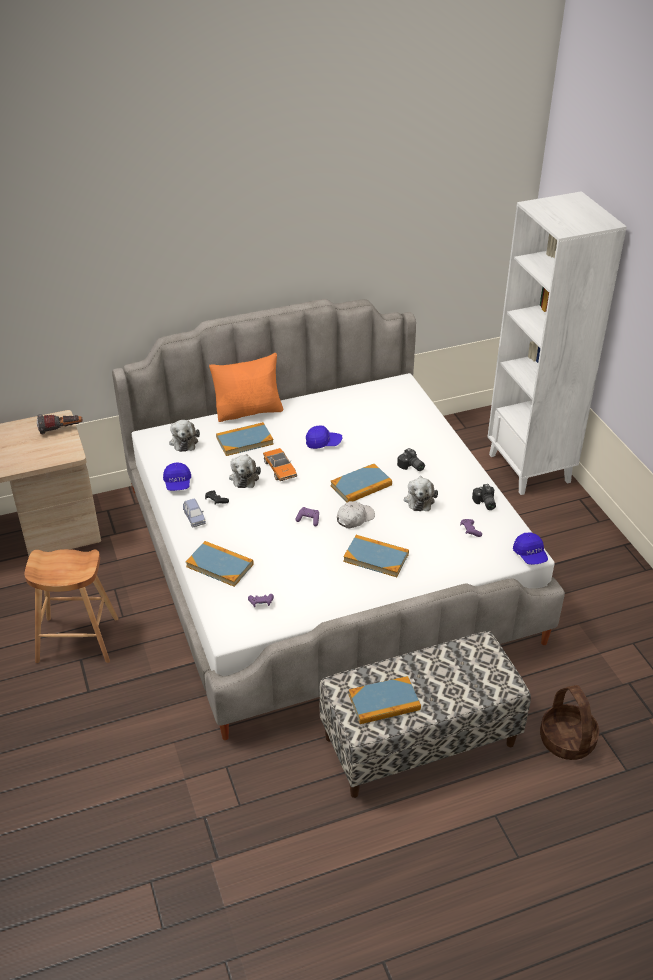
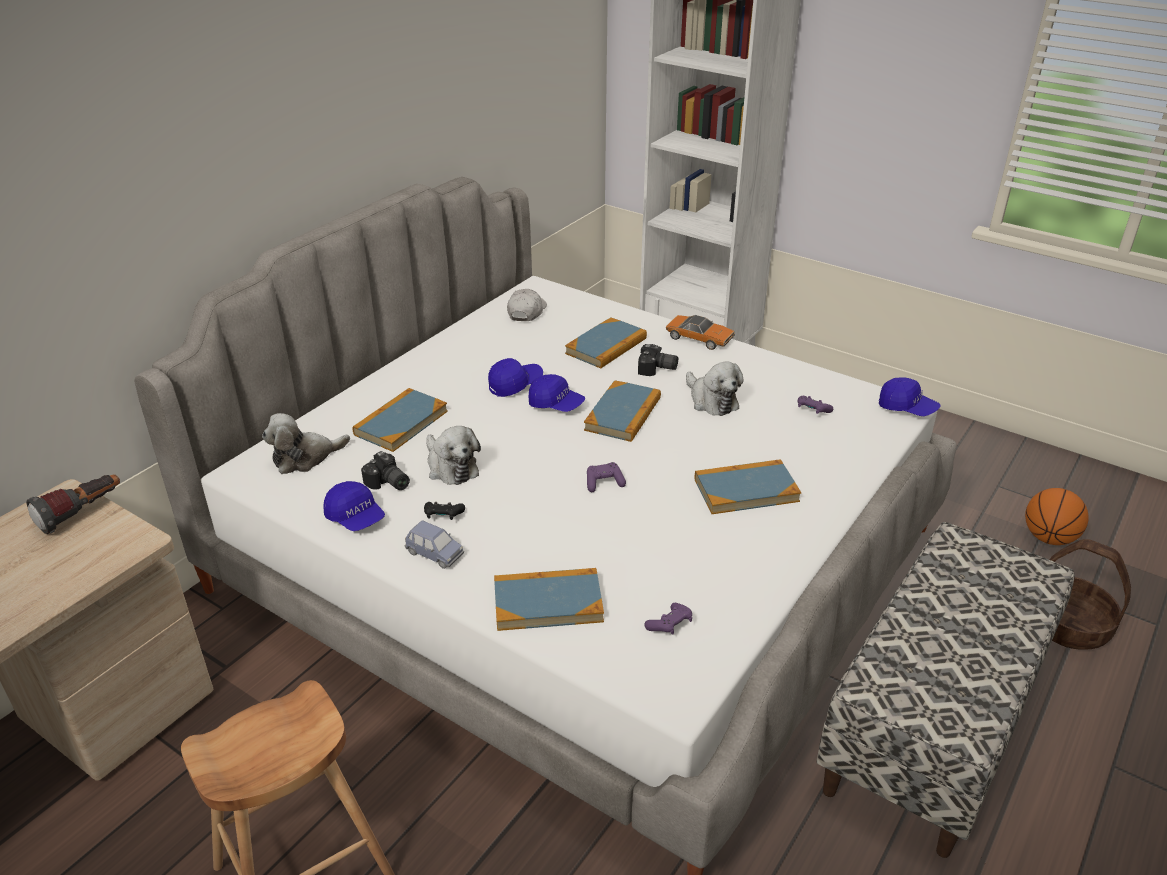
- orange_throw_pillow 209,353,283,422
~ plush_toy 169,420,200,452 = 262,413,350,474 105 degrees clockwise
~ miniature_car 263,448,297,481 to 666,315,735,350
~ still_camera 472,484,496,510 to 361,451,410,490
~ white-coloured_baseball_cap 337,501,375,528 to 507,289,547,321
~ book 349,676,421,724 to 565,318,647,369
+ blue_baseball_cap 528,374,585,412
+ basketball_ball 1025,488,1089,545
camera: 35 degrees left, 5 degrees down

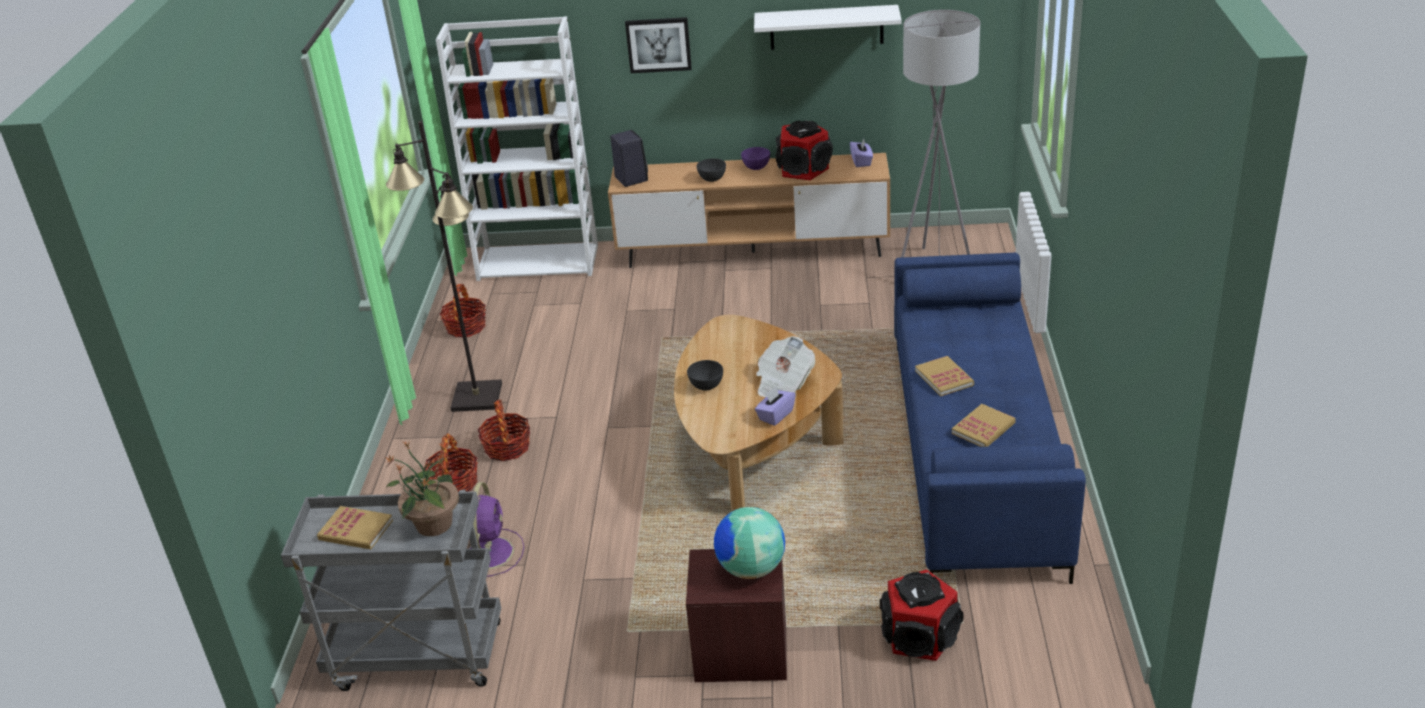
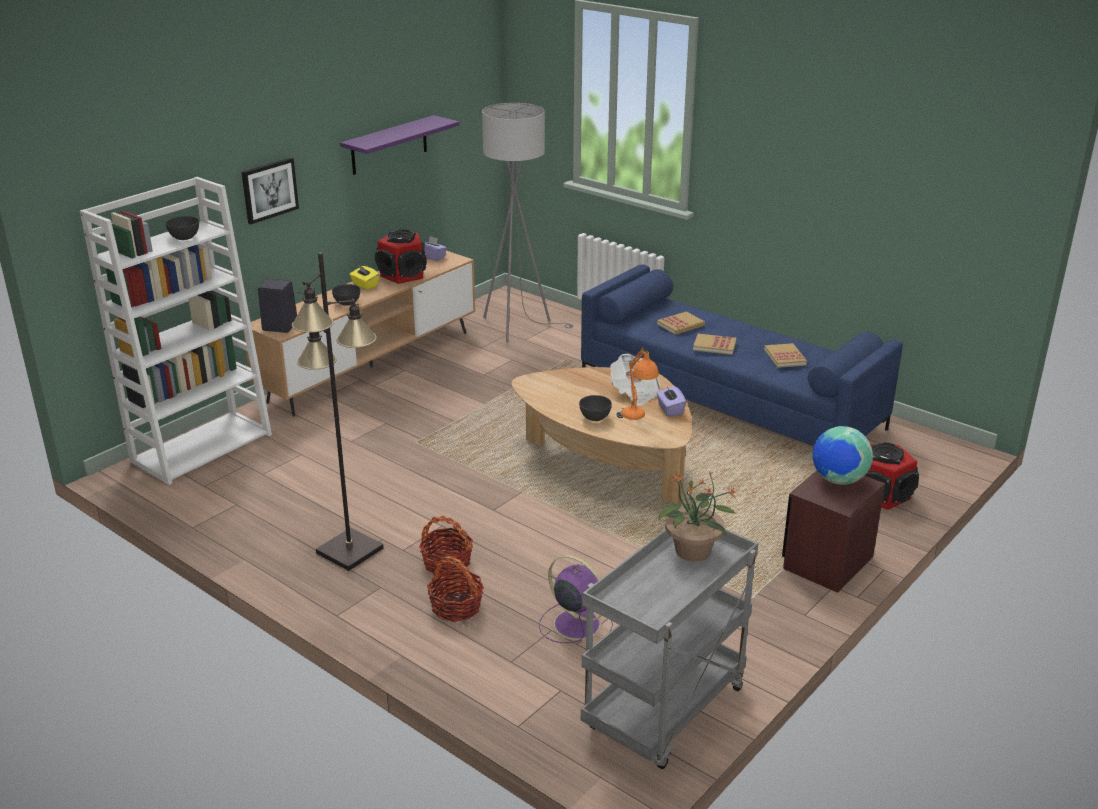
~ white-coloured_bracket_shelf 754,5,902,50 to purple-coloured_bracket_shelf 340,115,460,175
~ purple-coloured_bowl 741,147,770,170 to yellow_box_of_tissues 350,265,379,290
- storage_basket 439,284,486,337
~ book 317,506,393,549 to 657,312,705,335
+ gray_bowl 165,216,199,240
+ orange_tabletop_lamp 616,347,659,420
camera: 55 degrees left, 5 degrees down

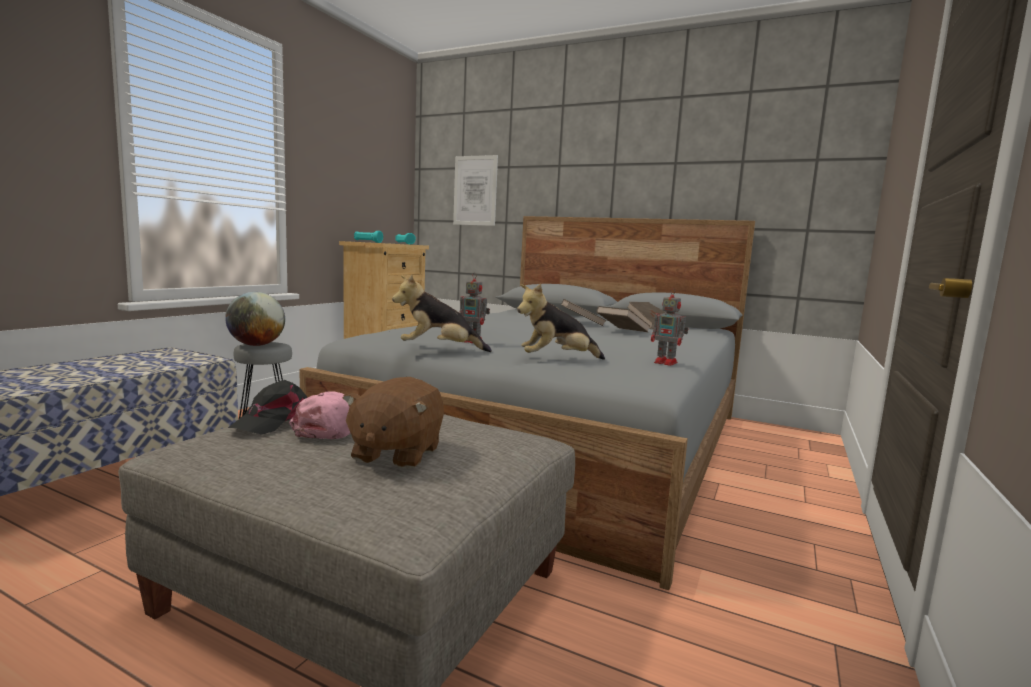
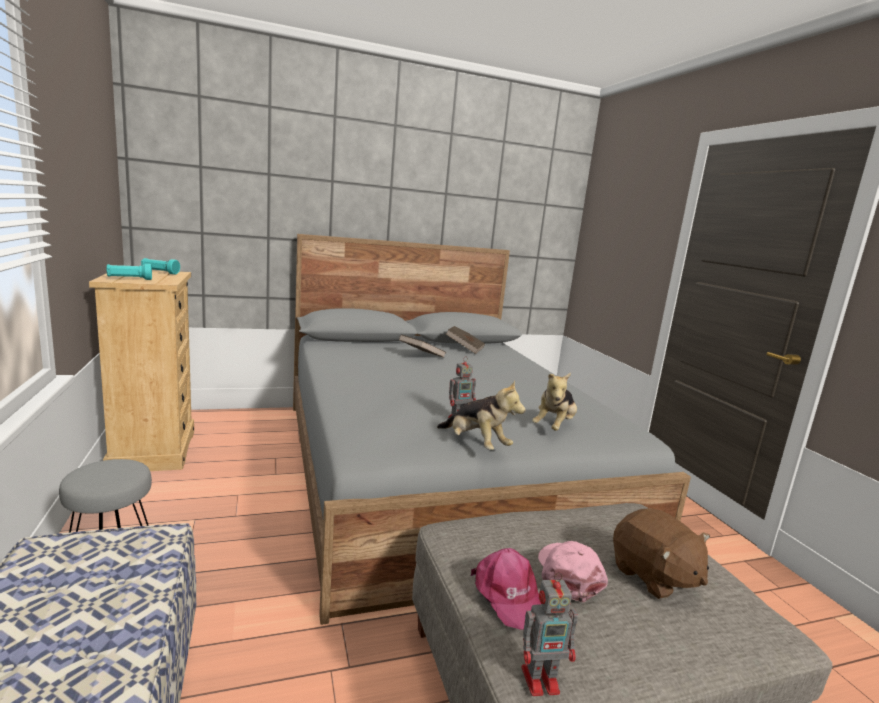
- wall_picture 453,155,498,226
~ plush_toy 392,275,492,352 = 437,380,526,450 90 degrees counterclockwise
~ toy_robot 651,288,688,366 to 521,572,578,696
- globe 225,292,285,346
- brown_book 597,306,650,332
~ black-coloured_baseball_cap 228,380,308,435 to pinkish_baseball_cap 471,548,541,630
camera: 45 degrees left, 5 degrees up

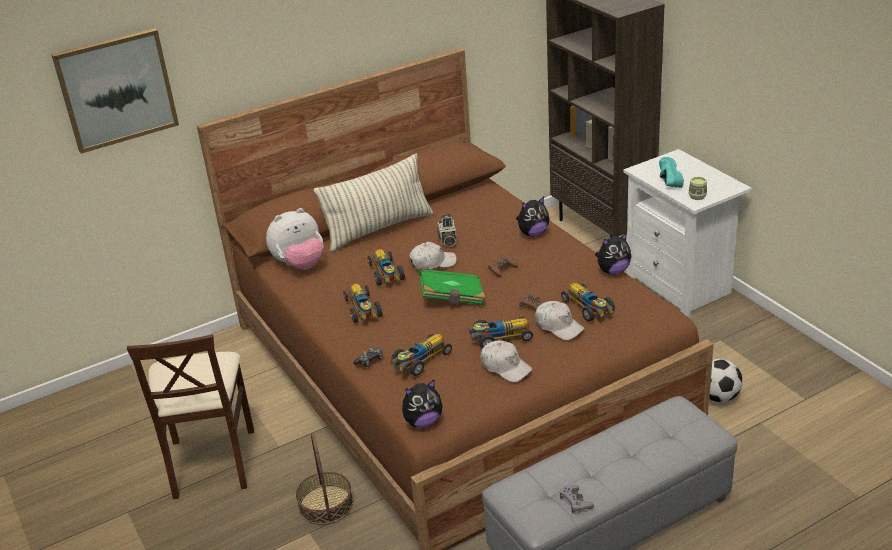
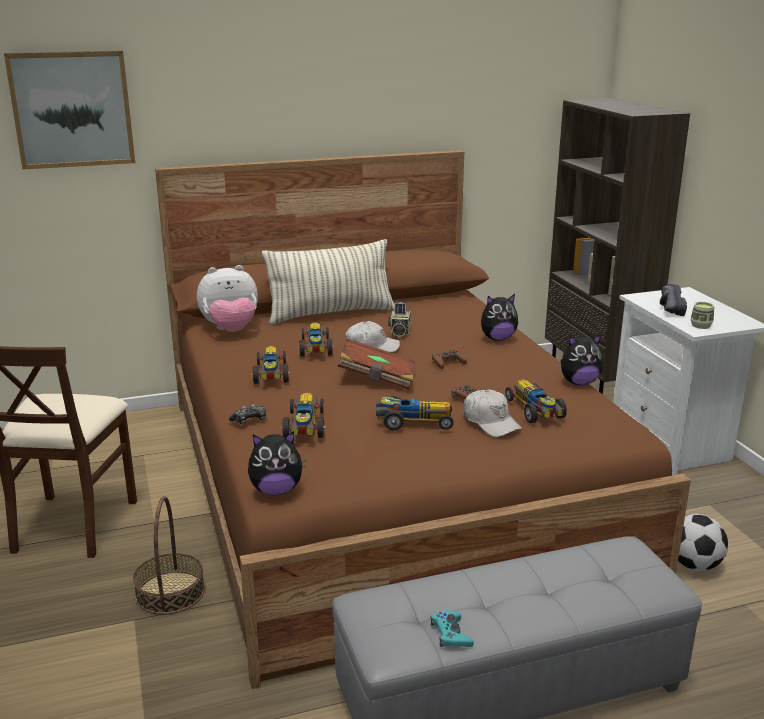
~ turquoise-coloured_low_shoe 659,157,684,188 to black-coloured_low_shoe 660,284,687,316
~ green_book 418,268,485,305 to brown_book 338,339,415,390
~ miniature_car 391,334,452,376 = 281,393,326,438 60 degrees counterclockwise
- white-coloured_baseball_cap 480,340,533,382
~ gray_game_controller 559,485,594,513 to turquoise-coloured_game_controller 431,610,474,647
camera: 10 degrees right, 10 degrees down

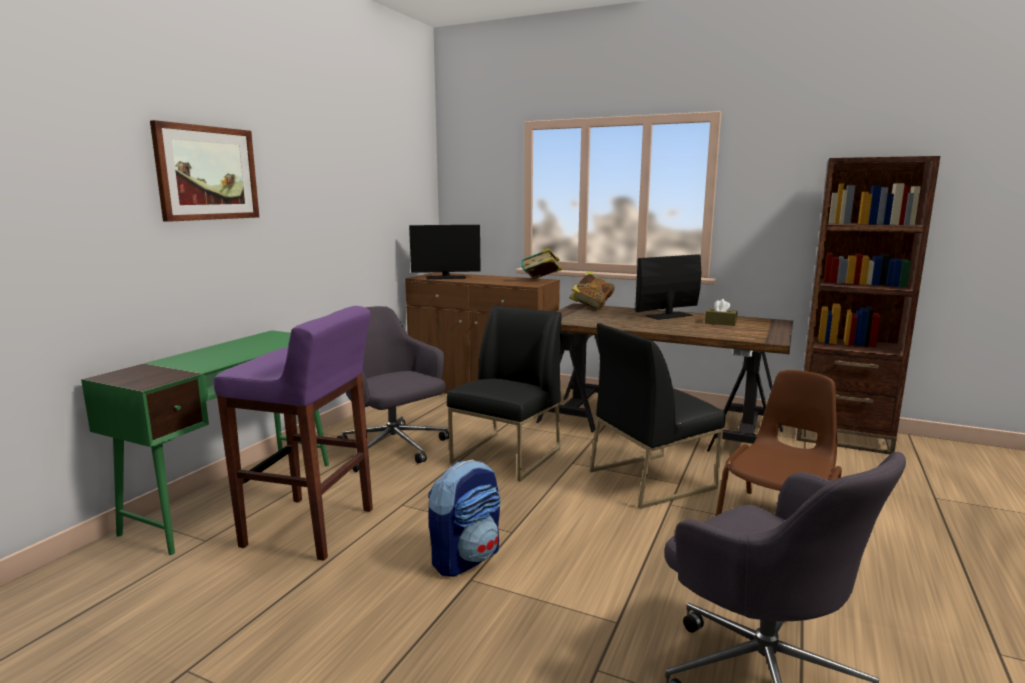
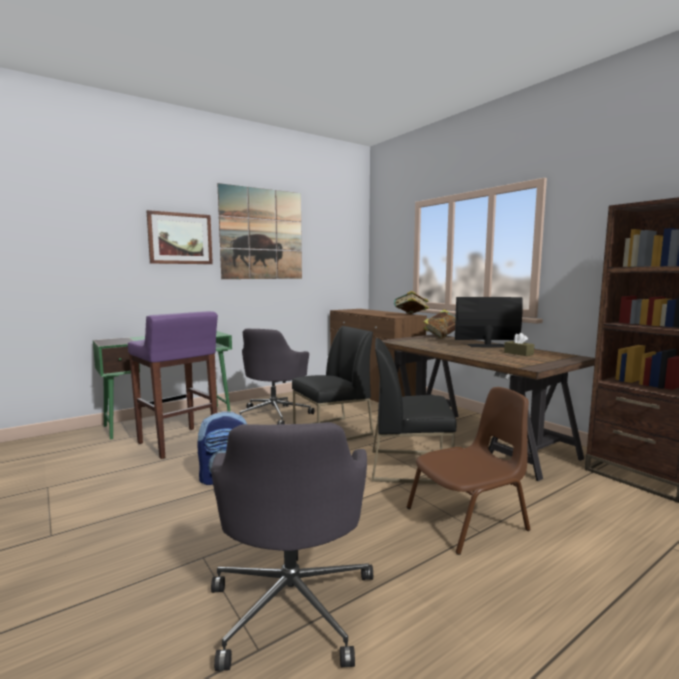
- monitor 409,225,481,279
~ gray_computer_chair 337,306,449,472 = 240,329,314,424 150 degrees counterclockwise
+ wall_picture 217,183,302,279
camera: 30 degrees right, 5 degrees down

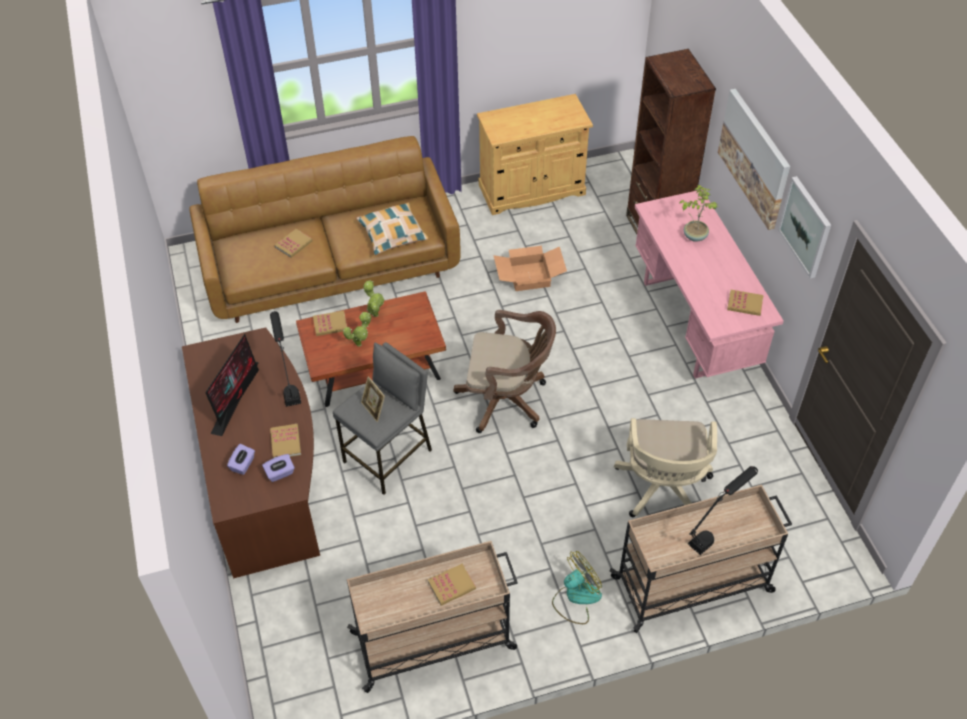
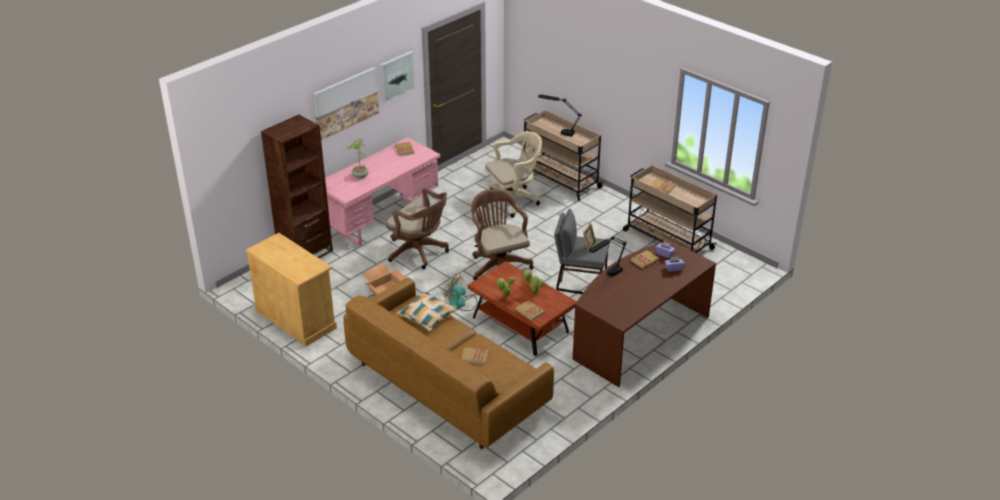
- monitor 205,334,259,436
~ cooling_fan 552,551,602,624 to 443,273,477,311
+ brown_computer_chair 386,188,449,269
camera: 120 degrees left, 15 degrees down

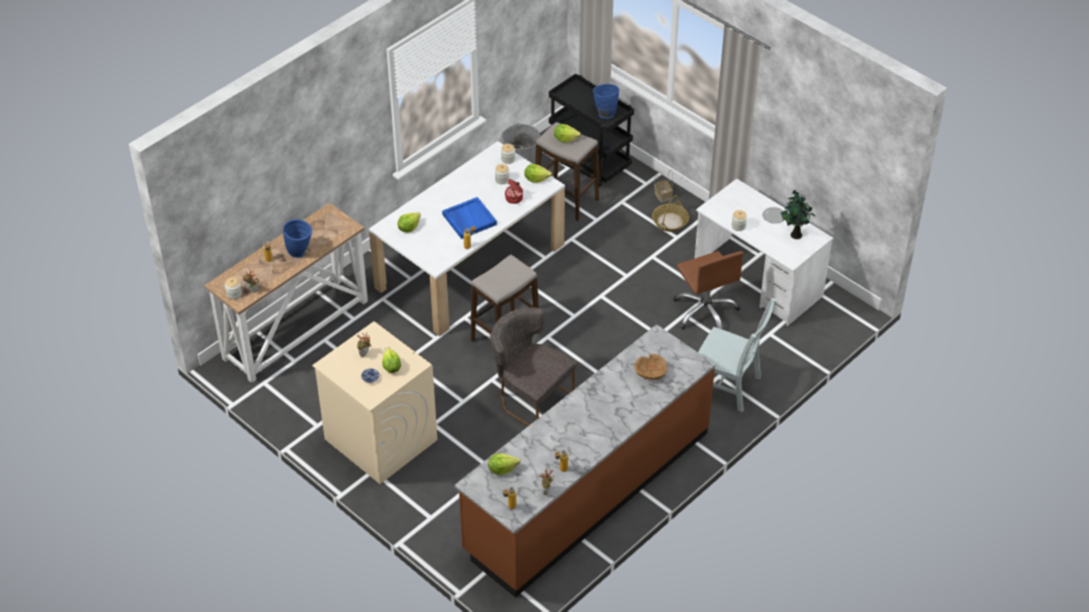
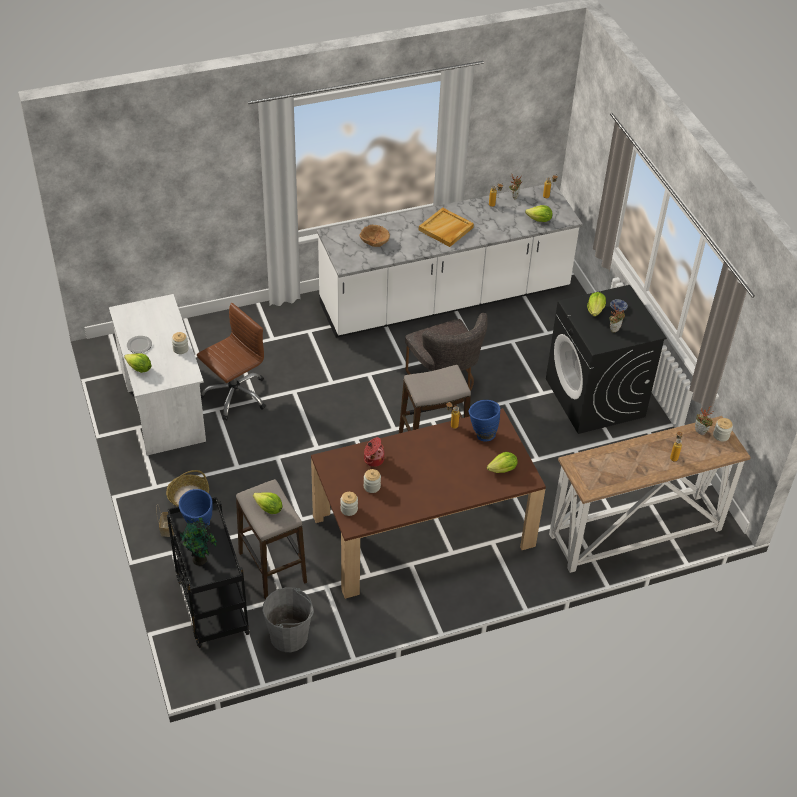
~ white-coloured_dining_table 369,141,565,336 to brown_dining_table 311,408,546,599
~ lettuce 524,164,552,183 to 124,353,151,373
~ potted_plant 781,190,815,239 to 180,517,217,566
- blue_tray 442,197,497,239
~ blue_vase 283,219,312,258 to 468,400,500,442
~ brown_computer_chair 673,251,744,329 = 197,303,266,421 45 degrees clockwise
- gray_upright_chair 698,298,776,412
~ sand-coloured_laundry_machine 312,321,437,484 to black-coloured_laundry_machine 546,285,667,434
~ brown_kitchen_base_unit 455,324,716,598 to white-coloured_kitchen_base_unit 317,183,583,338
+ sand-coloured_tray 418,207,474,247
camera: 155 degrees left, 0 degrees up

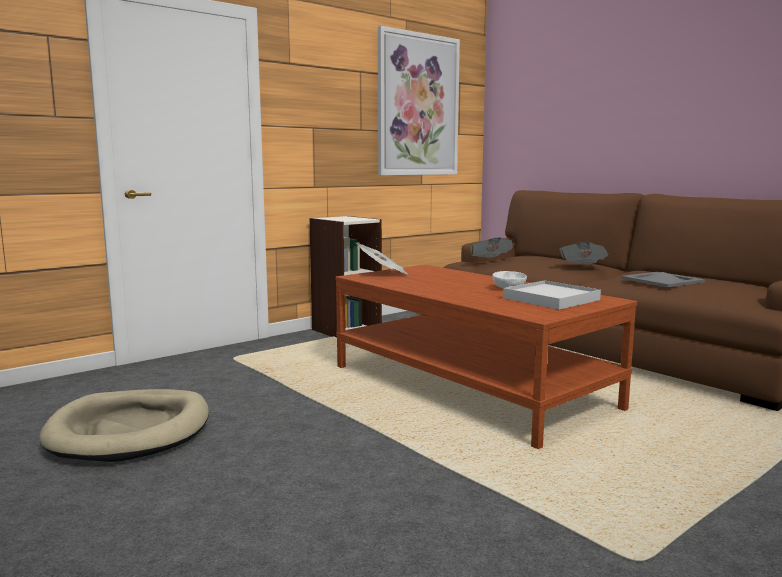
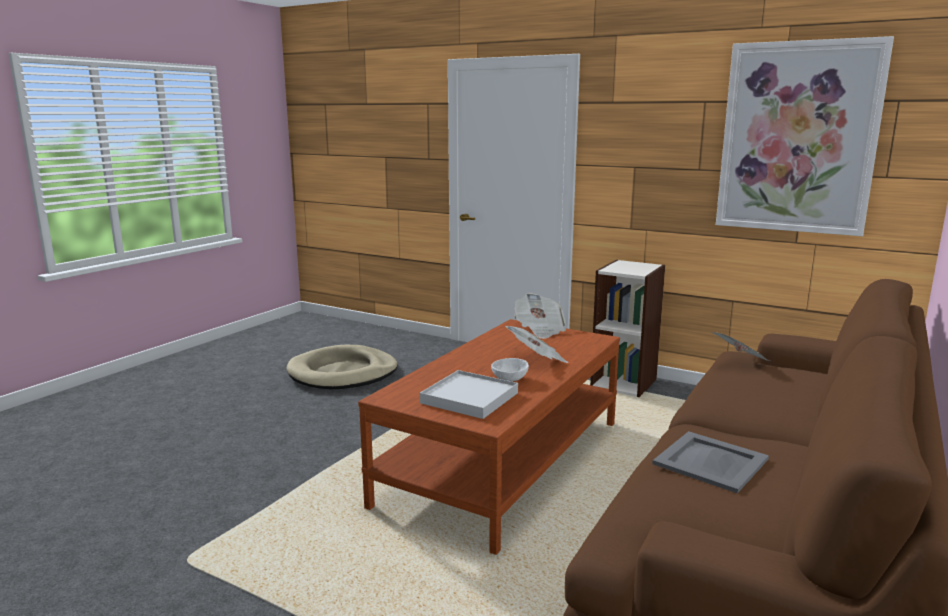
~ newspaper 559,242,609,264 to 505,326,569,363
camera: 70 degrees right, 5 degrees up

